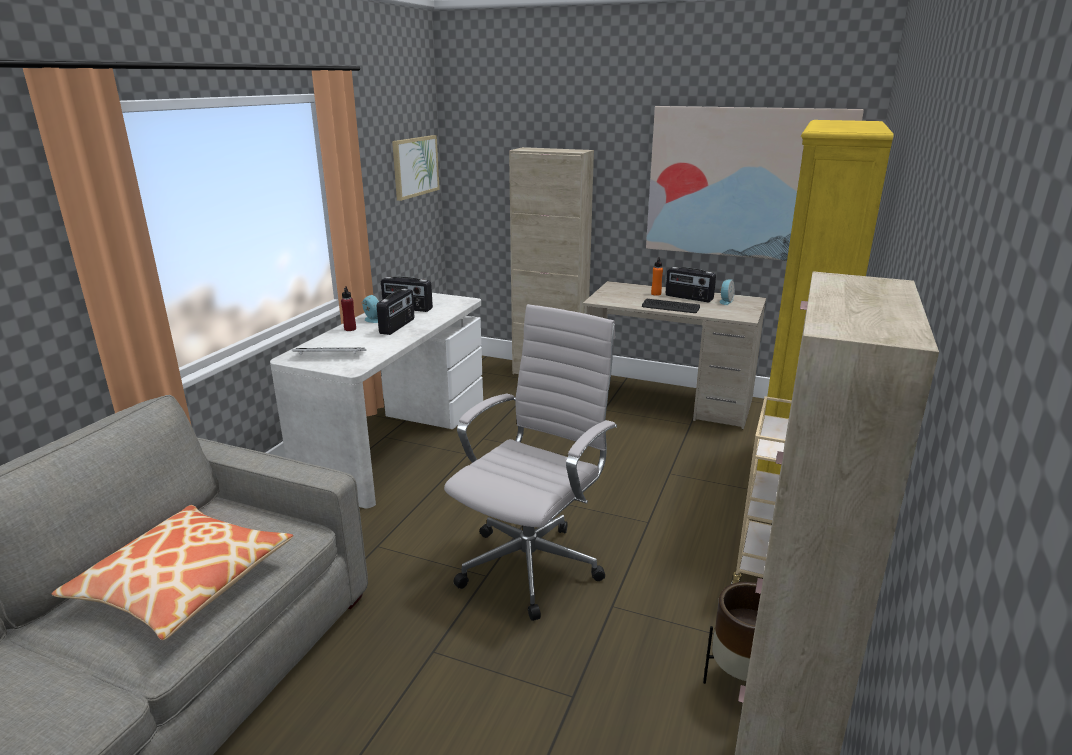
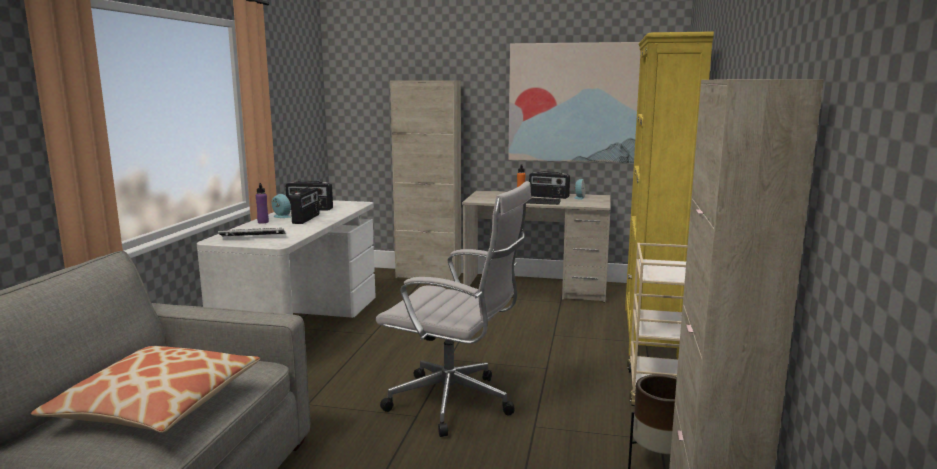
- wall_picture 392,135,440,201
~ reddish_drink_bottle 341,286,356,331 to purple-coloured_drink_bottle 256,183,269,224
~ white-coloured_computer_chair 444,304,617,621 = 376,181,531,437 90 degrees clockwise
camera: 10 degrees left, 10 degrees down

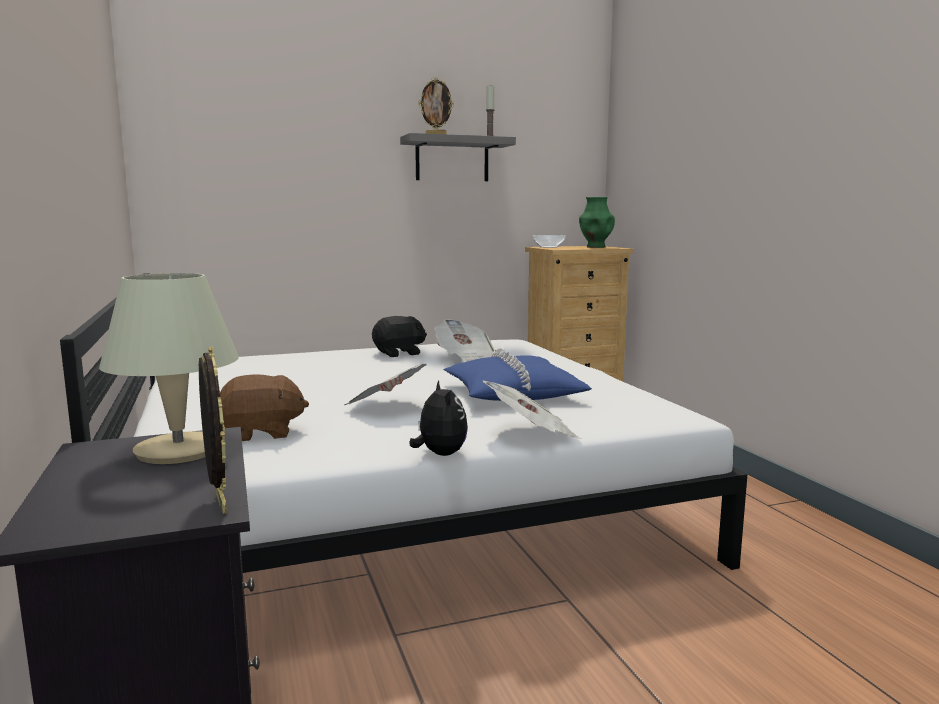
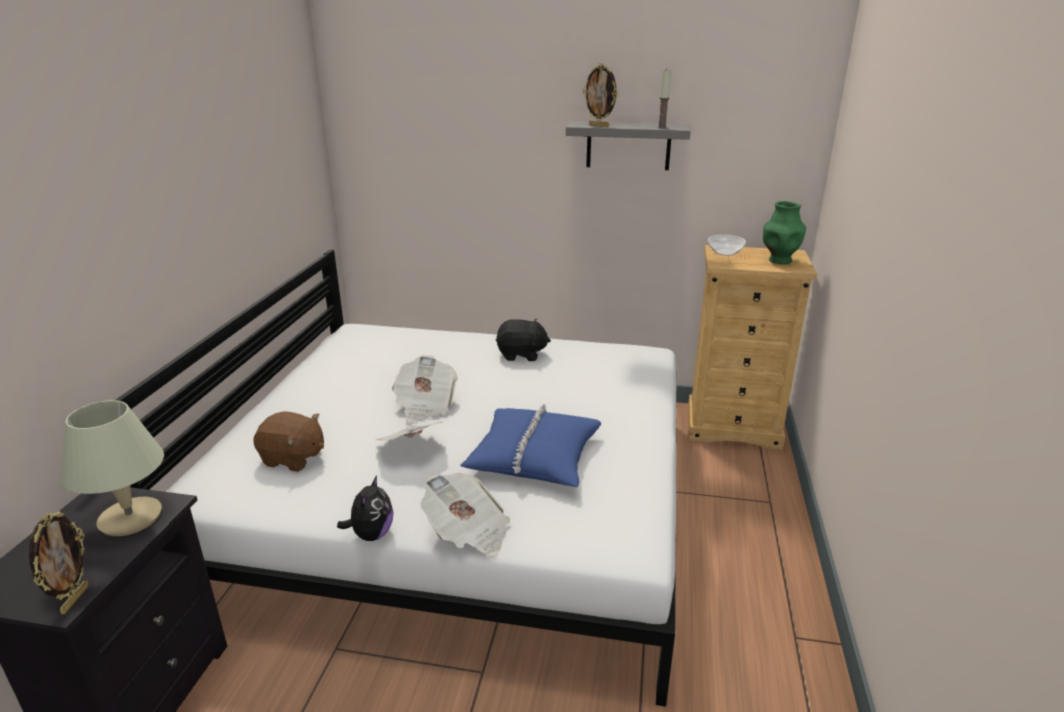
~ newspaper 434,319,495,362 to 392,355,458,422
camera: 30 degrees right, 15 degrees up

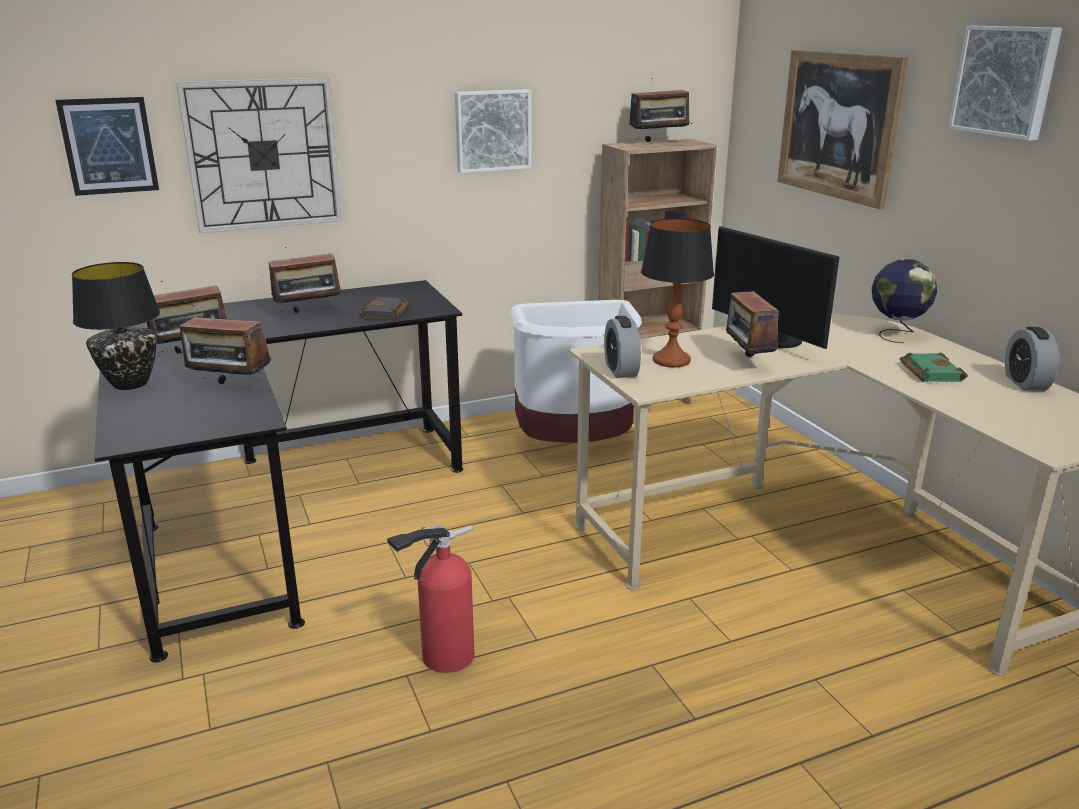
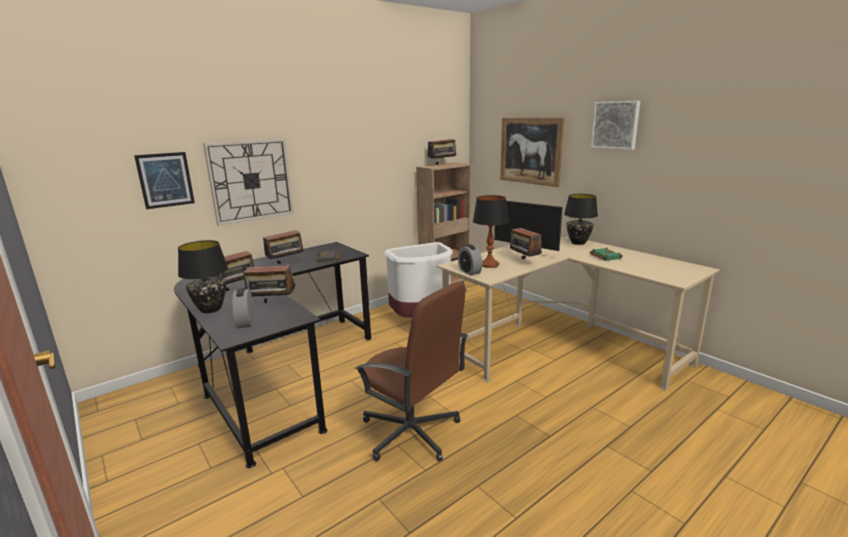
- wall_picture 455,89,531,173
~ globe 872,259,937,343 to black-coloured_tabletop_lamp 564,194,598,245
~ bedside_clock 1005,327,1059,391 to 232,288,254,328
~ fire_extinguisher 387,525,474,673 to brown_computer_chair 355,282,468,461
camera: 15 degrees left, 5 degrees down

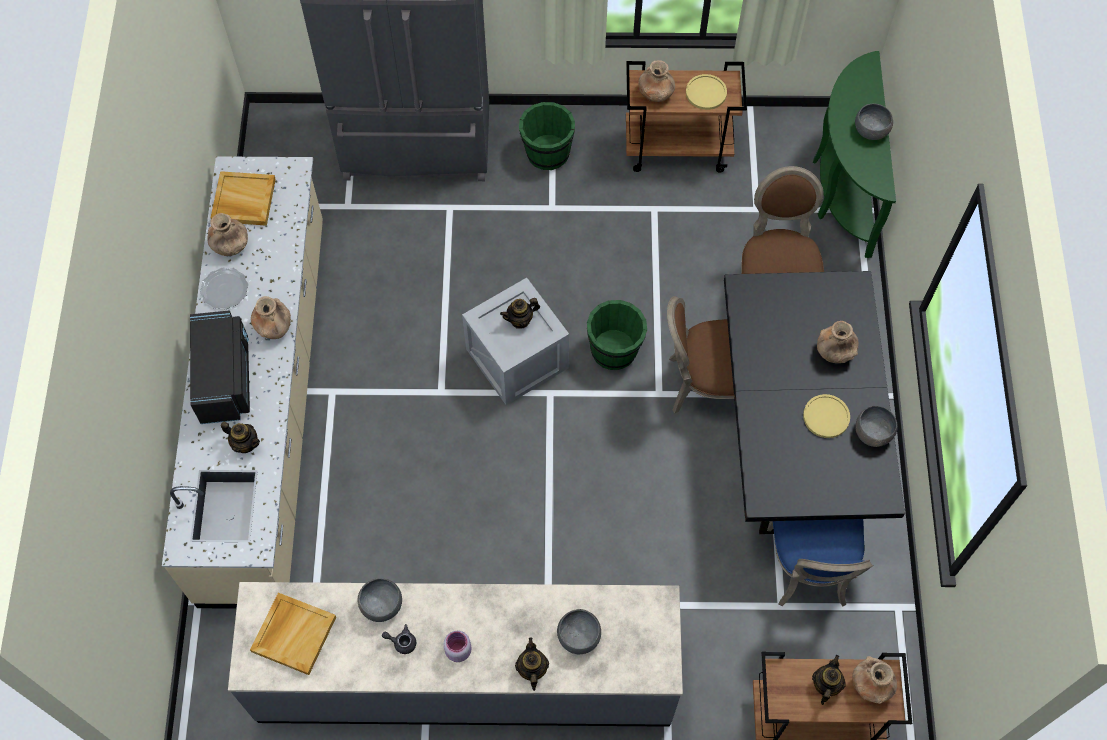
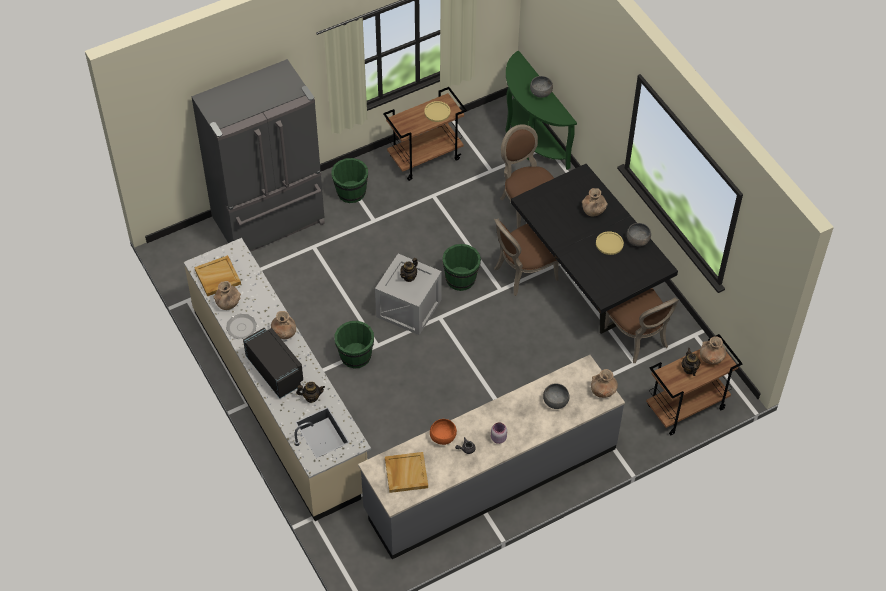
~ brown_vase 638,60,675,102 to 591,369,618,398
~ blue_upright_chair 767,519,874,606 to brown_upright_chair 605,288,679,363
~ gray_bowl 358,578,402,622 to orange_bowl 430,419,457,445
- tea_pot 515,637,549,691
+ green_bucket 335,321,374,368
camera: 30 degrees left, 10 degrees down

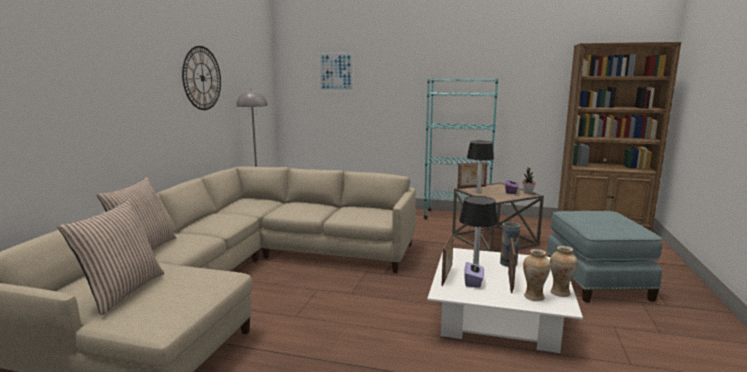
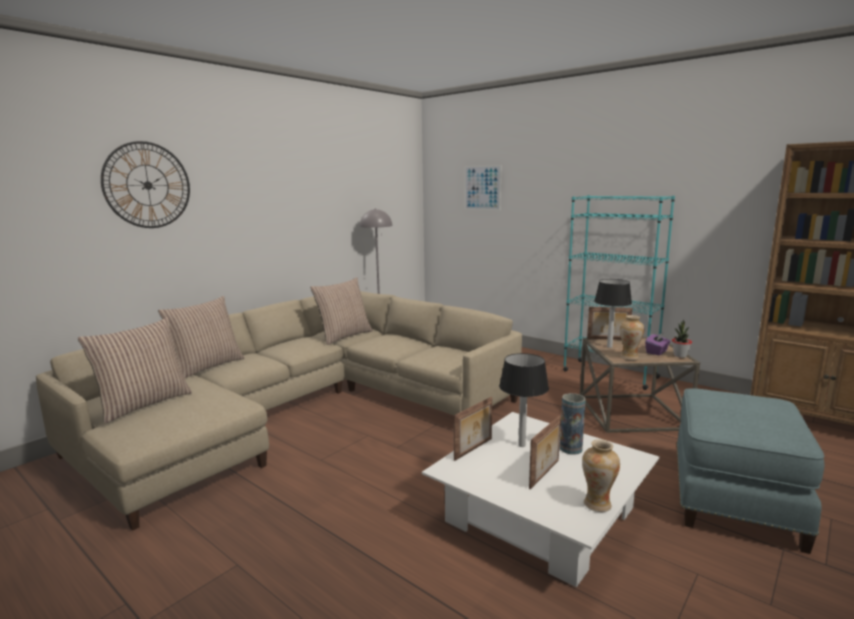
~ clock_on_the_wall 182,46,221,110 to 101,141,190,228
~ vase 523,249,551,301 to 620,315,644,360
- purple-coloured_box_of_tissues 464,262,484,288
+ throw_pillow 310,277,373,345
camera: 25 degrees right, 0 degrees up

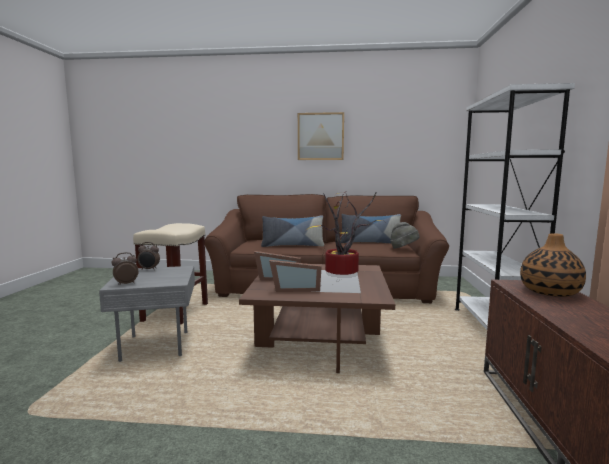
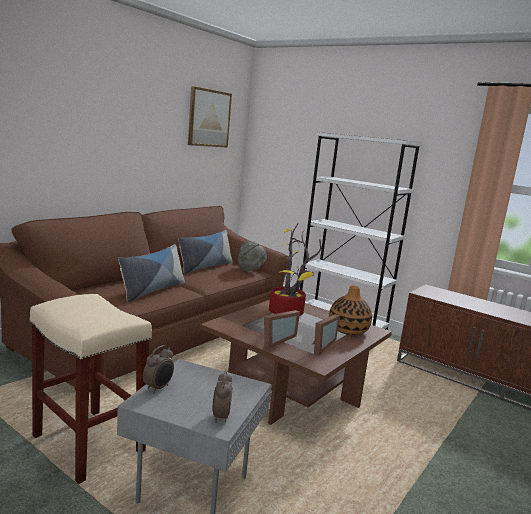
~ wall_picture 298,112,344,160 to 188,86,232,148
~ vase 520,233,586,297 to 329,286,372,335
camera: 60 degrees left, 5 degrees up

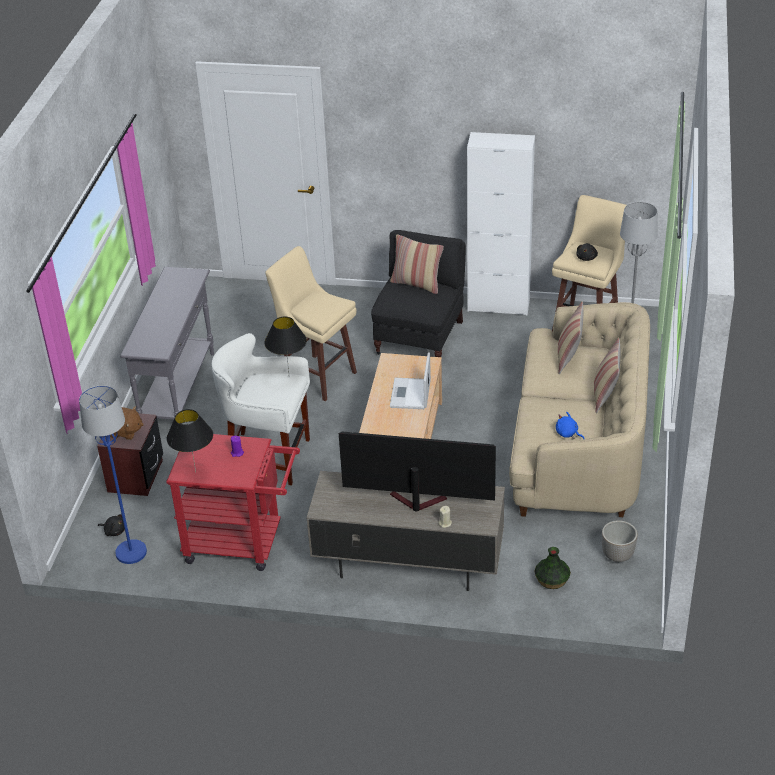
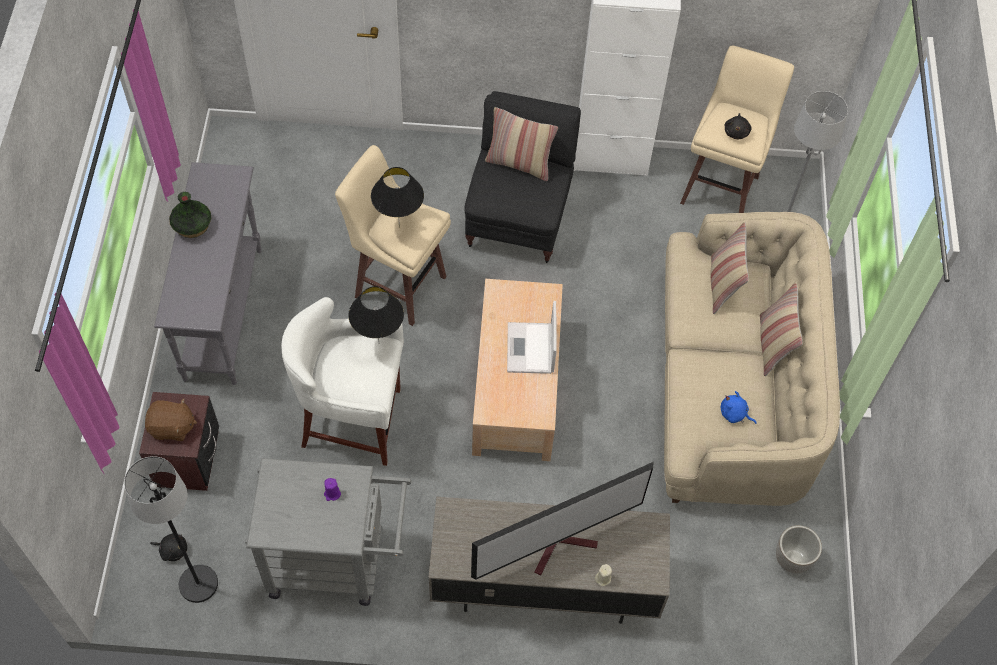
~ blue_floor_lamp 79,385,147,564 to black-coloured_floor_lamp 124,456,218,603
~ black-coloured_tabletop_lamp 167,409,213,472 to 371,167,424,228
~ TV_set 339,431,496,512 = 471,462,654,580 150 degrees clockwise
~ reddish_wheeled_cart 166,434,300,571 to gray_wheeled_cart 245,458,411,606
~ vase 534,547,571,589 to 169,192,211,238
camera: 10 degrees left, 20 degrees up

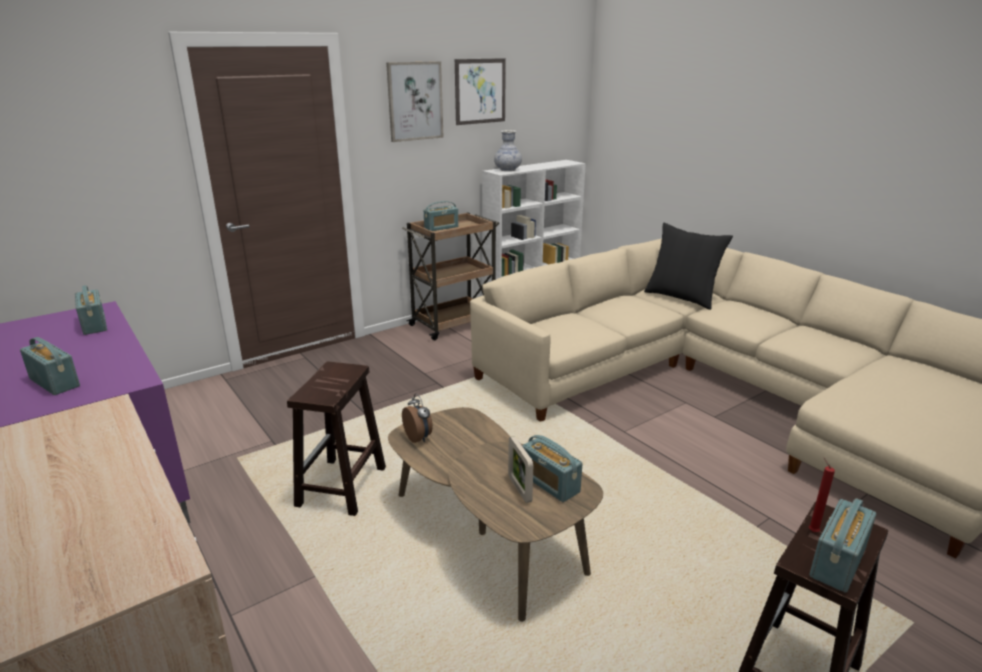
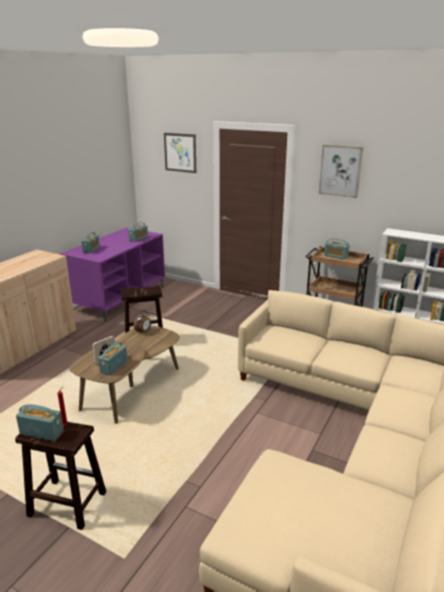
~ wall_picture 455,58,506,125 to 164,133,196,173
- vase 494,130,522,171
- black-coloured_throw_pillow 644,223,733,310
camera: 65 degrees right, 0 degrees up

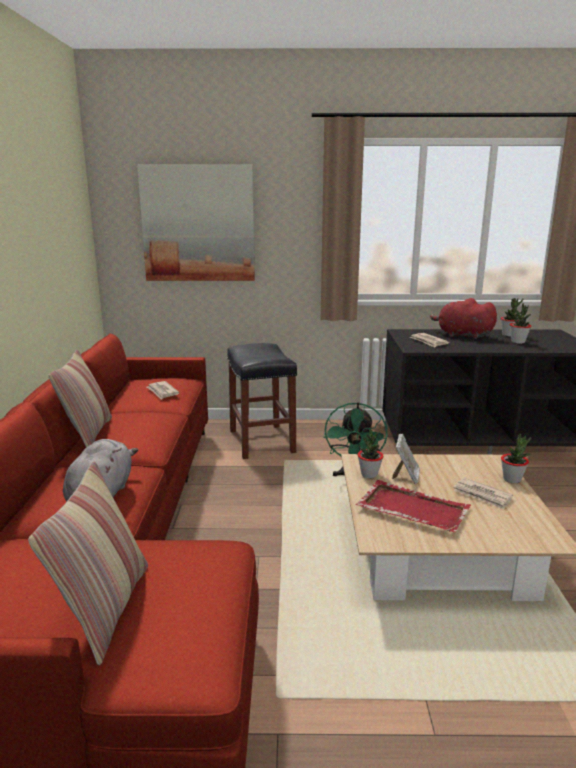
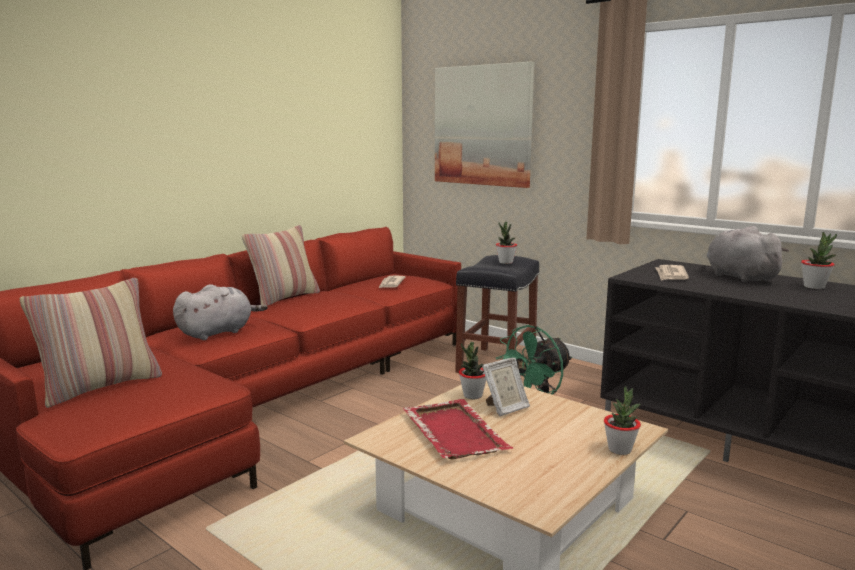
~ reddish_plush_toy 430,298,497,339 to gray_plush_toy 707,226,789,282
~ potted_plant 510,303,531,344 to 496,222,517,264
- newspaper 453,478,513,510
camera: 40 degrees right, 5 degrees down

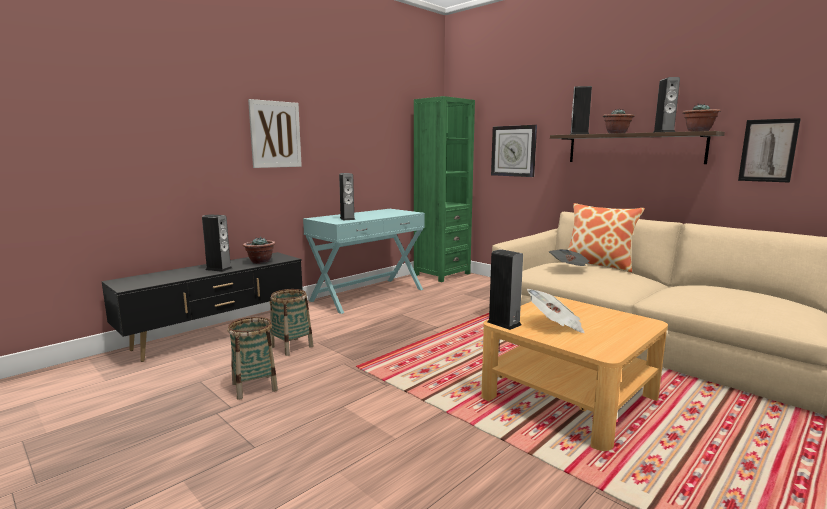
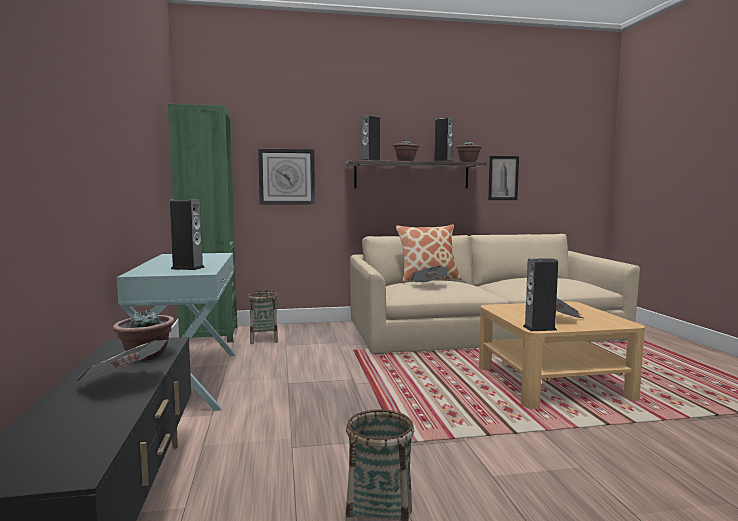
- wall_picture 248,99,302,168
~ audio_speaker 202,214,232,272 to newspaper 74,340,167,383
~ storage_basket 270,289,313,356 to 248,291,278,344
camera: 55 degrees left, 5 degrees down

